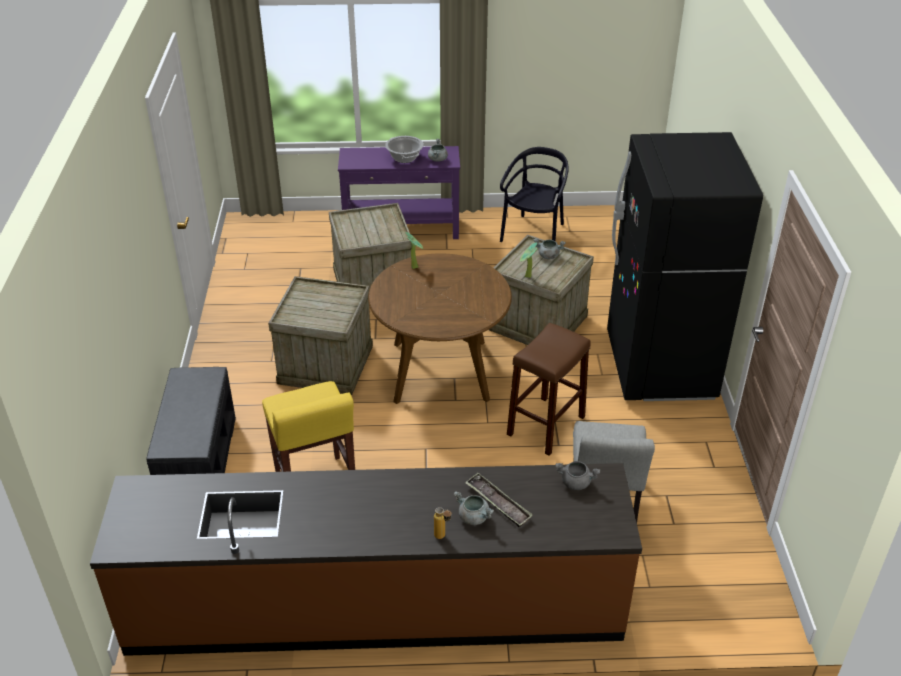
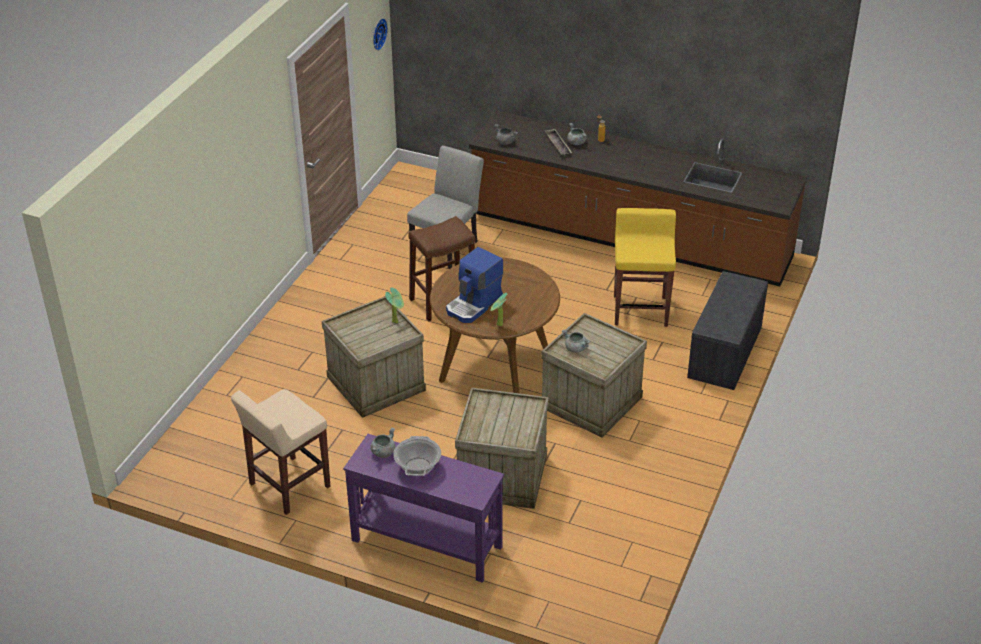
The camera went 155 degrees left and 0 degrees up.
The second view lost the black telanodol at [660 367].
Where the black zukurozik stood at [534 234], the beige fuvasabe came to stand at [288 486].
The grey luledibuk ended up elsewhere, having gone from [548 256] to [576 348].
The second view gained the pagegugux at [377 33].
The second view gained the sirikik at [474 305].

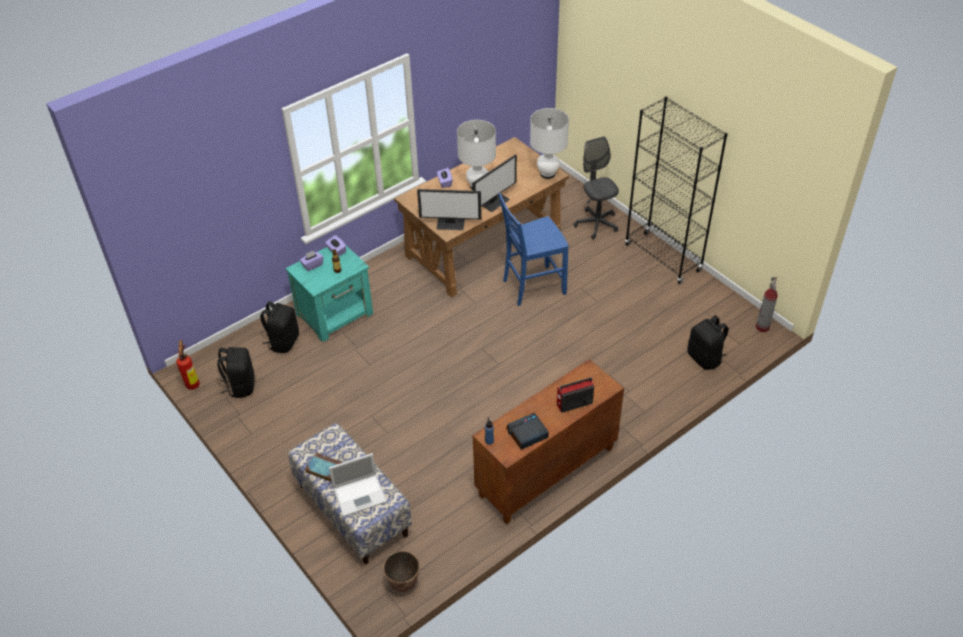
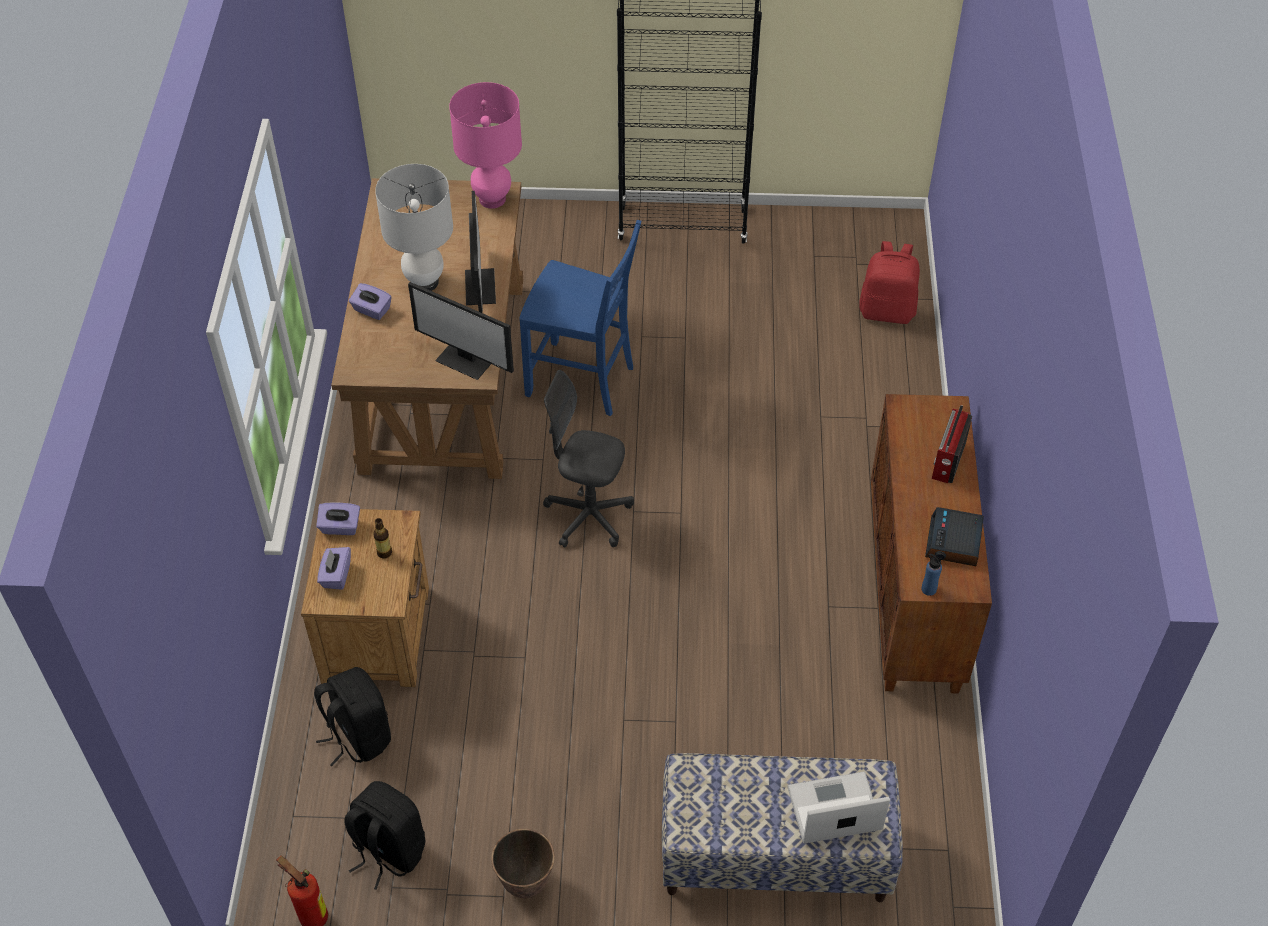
The camera went 50 degrees left and 5 degrees up.
What was the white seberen at [547 174] turned into the pink seberen at [492 199].
The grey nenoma ended up elsewhere, having gone from [596 224] to [588 516].
The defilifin at [451 223] ended up facing another way, 75 degrees clockwise from before.
The blue zukurozik at [532 286] ended up facing another way, 90 degrees counterclockwise from before.
What was the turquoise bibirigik at [336 314] turned into the brown bibirigik at [378 633].
The second view lost the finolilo at [762 327].
What was the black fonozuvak at [705 358] turned into the red fonozuvak at [887 311].
The second view lost the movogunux at [323 468].
The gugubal at [360 494] ended up facing another way, 120 degrees counterclockwise from before.
The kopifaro ended up elsewhere, having gone from [403 583] to [525 882].

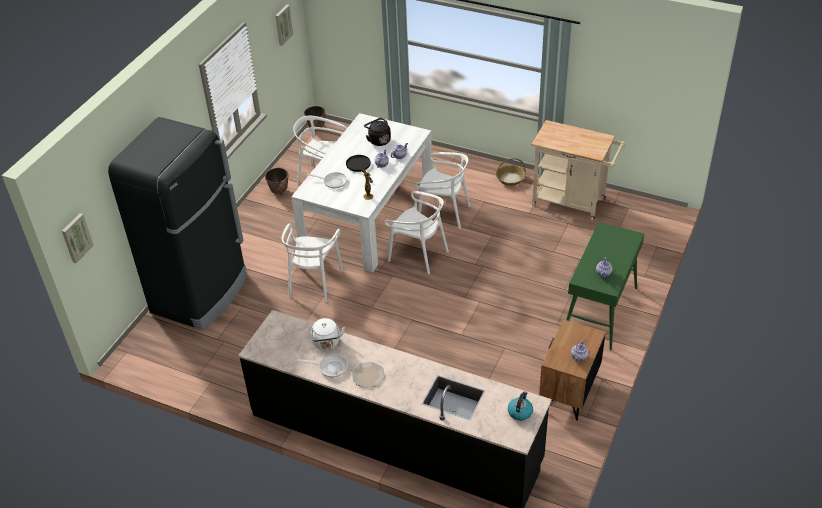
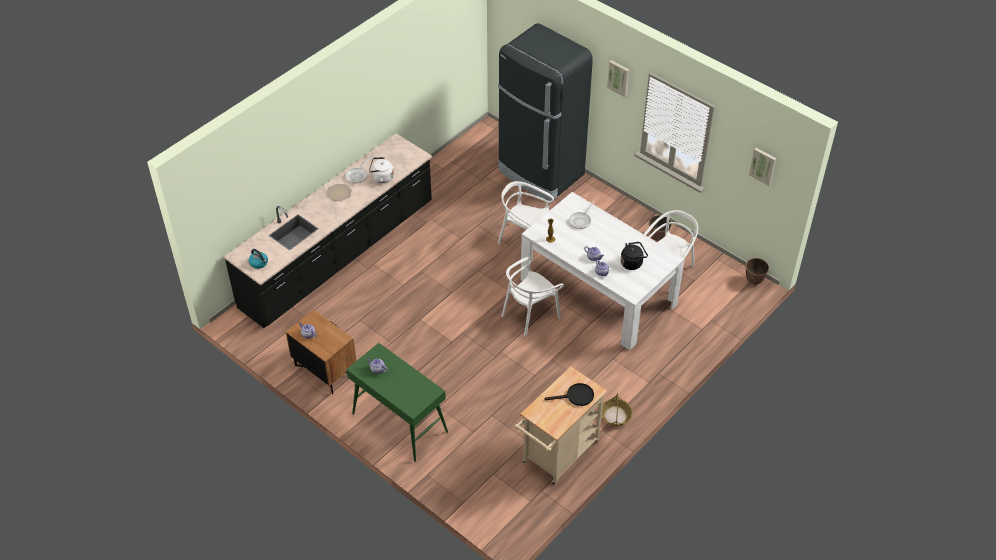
The camera went 105 degrees right and 5 degrees up.
The second view lost the white zukurozik at [443 213].
The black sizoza ended up elsewhere, having gone from [360 167] to [576 396].
The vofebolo ended up elsewhere, having gone from [76 237] to [619 78].

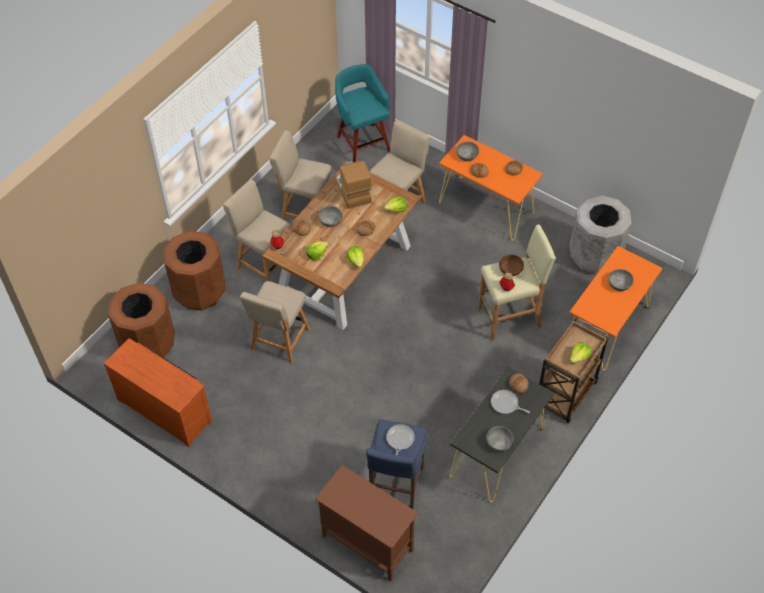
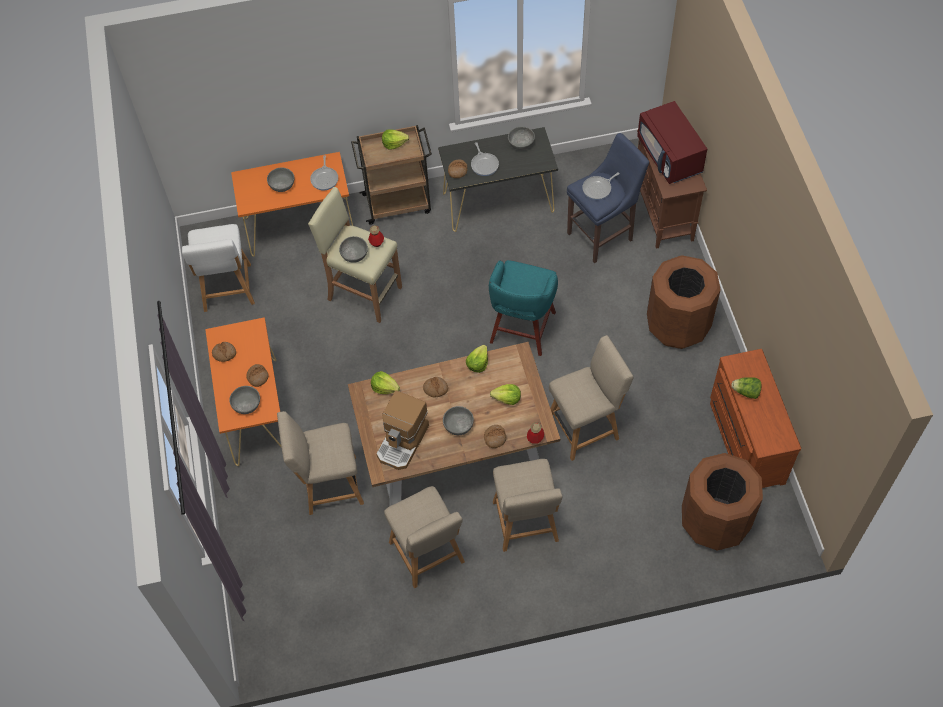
The camera went 135 degrees left and 5 degrees up.
The turquoise fuvasabe ended up elsewhere, having gone from [363 143] to [521 329].
Where the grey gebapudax stood at [594 256], the white zukurozik came to stand at [227 290].
The brown gebapudax ended up elsewhere, having gone from [199 292] to [678 325].
What was the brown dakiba at [510 269] turned into the grey dakiba at [354 254].
The second view gained the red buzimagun at [670 156].
The second view gained the sizoza at [325 178].
The second view gained the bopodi at [746 392].

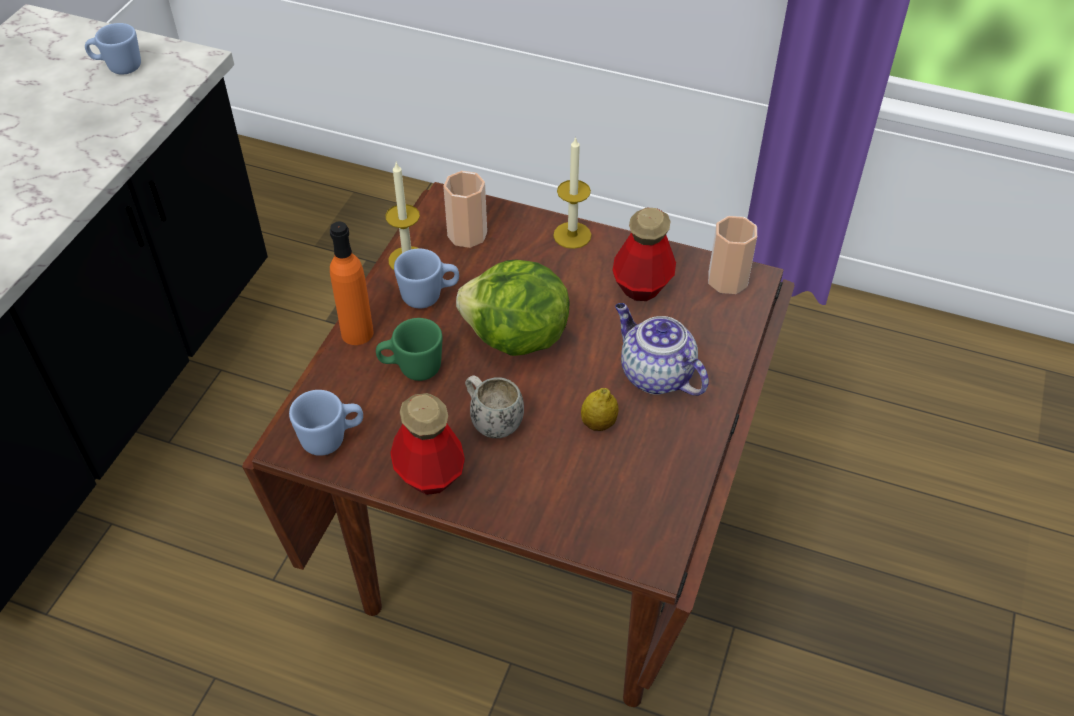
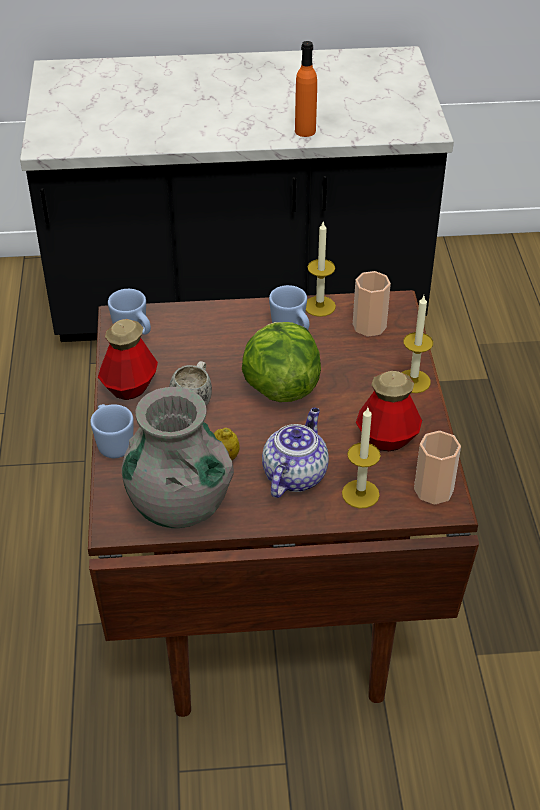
The camera went 65 degrees right and 5 degrees down.
The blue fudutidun ended up elsewhere, having gone from [118 67] to [113 443].
The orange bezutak ended up elsewhere, having gone from [357 333] to [305 131].
The second view lost the green fudutidun at [412 368].
The second view gained the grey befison at [179 505].
The second view gained the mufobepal at [360 494].

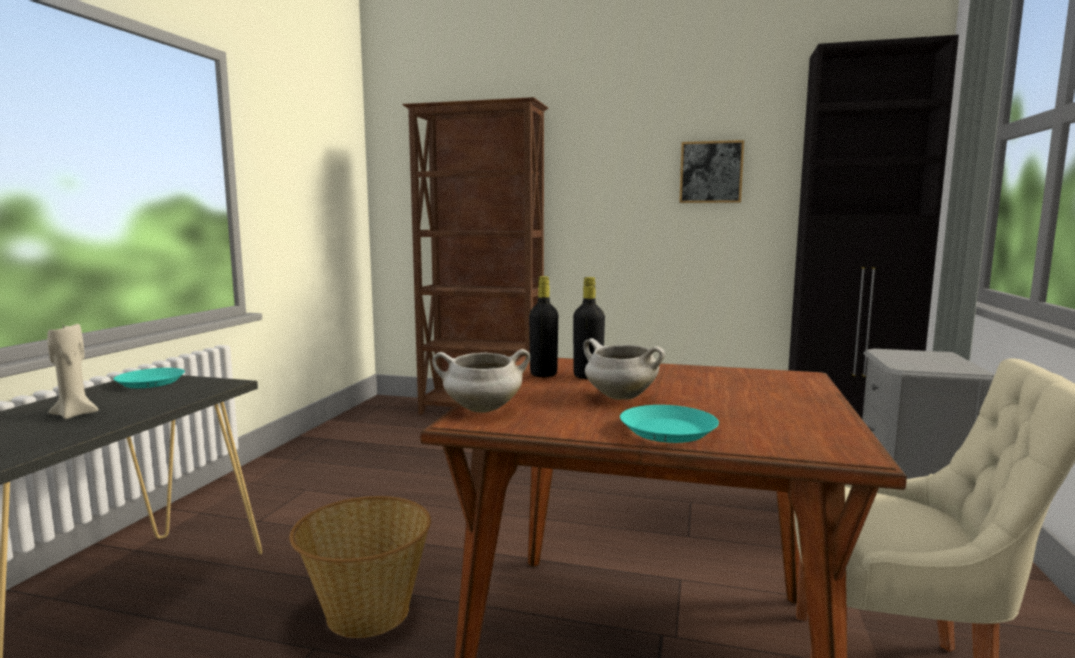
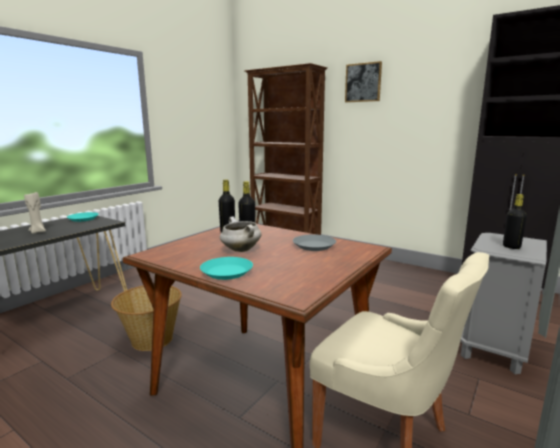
The camera went 20 degrees right and 5 degrees up.
The vofebolo ended up elsewhere, having gone from [711 172] to [363 82].
The second view lost the white luledibuk at [481 409].
The second view gained the black bezutak at [511 247].
The second view gained the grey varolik at [314 246].

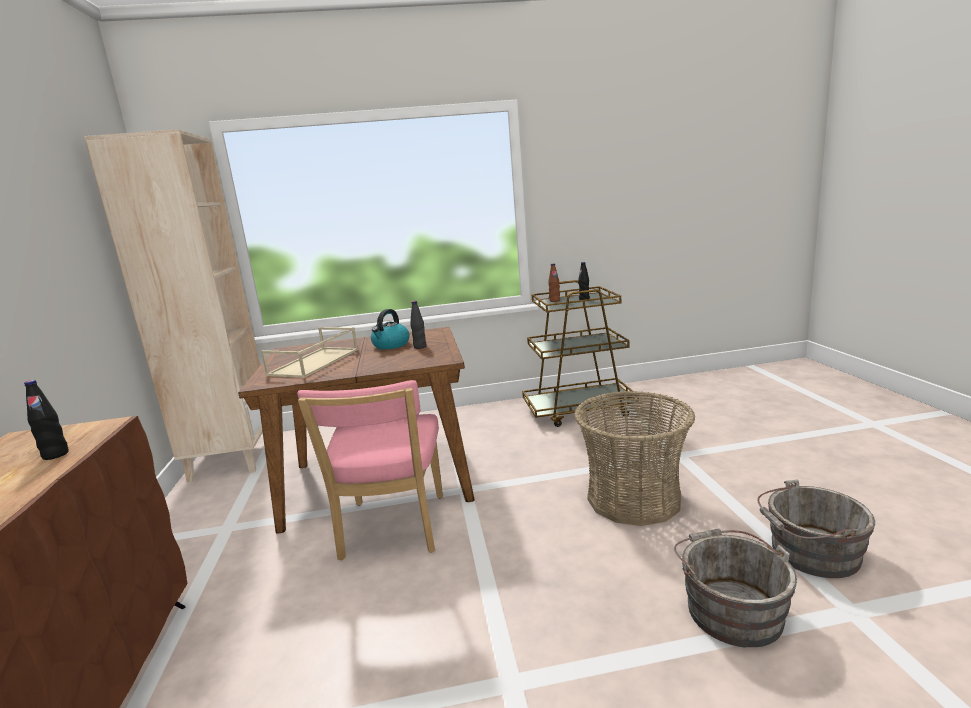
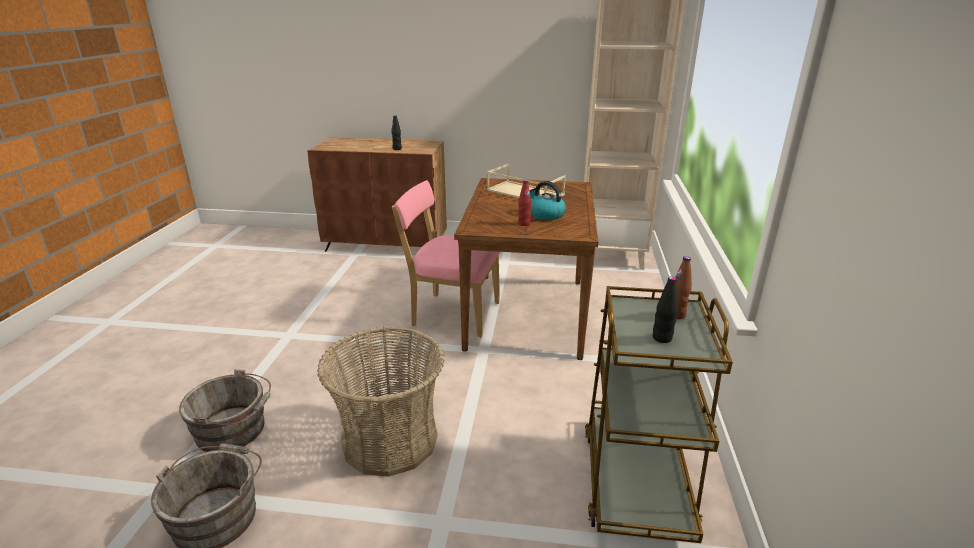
The camera went 105 degrees right and 10 degrees up.
What was the black bezutak at [420 347] turned into the red bezutak at [524 224].

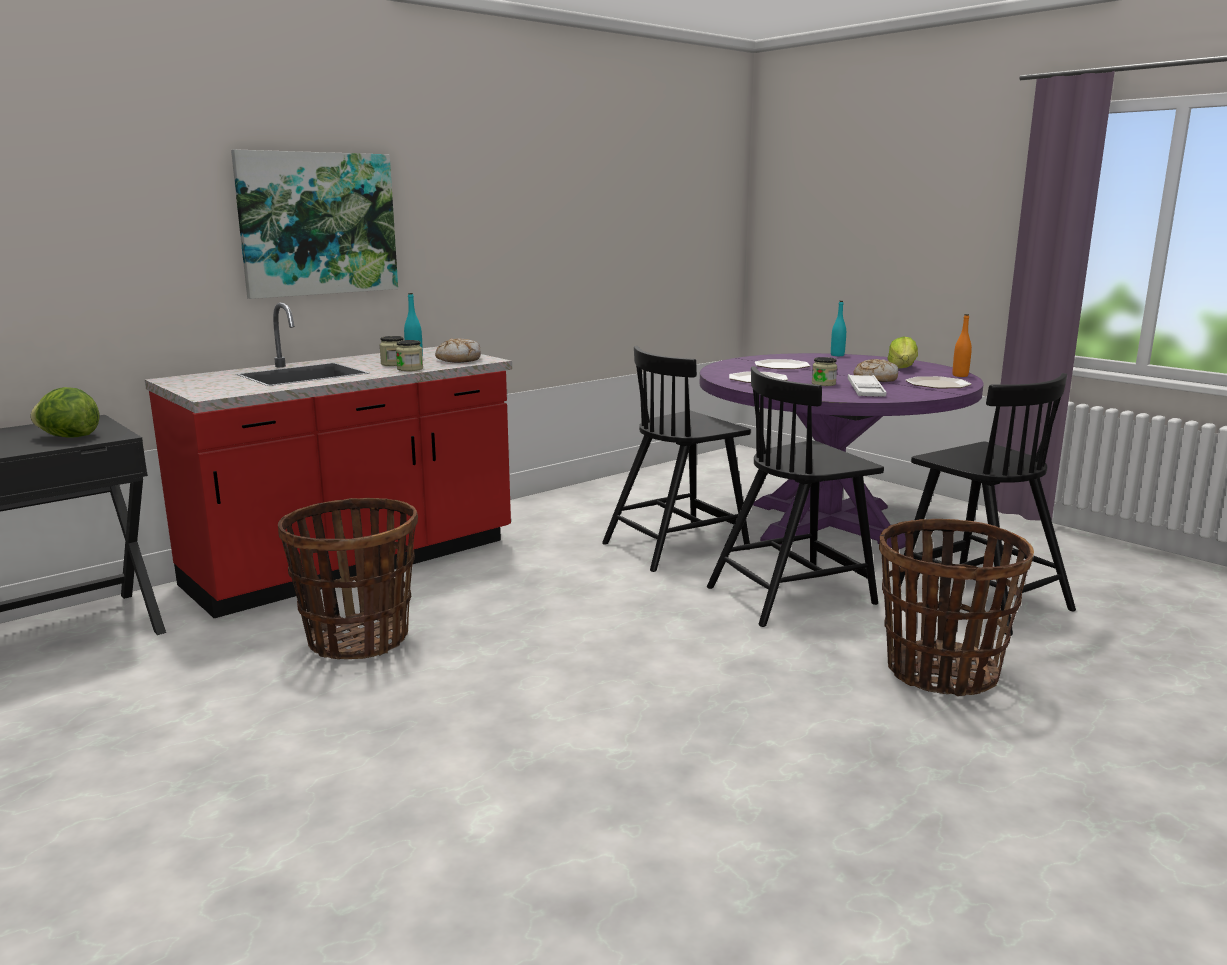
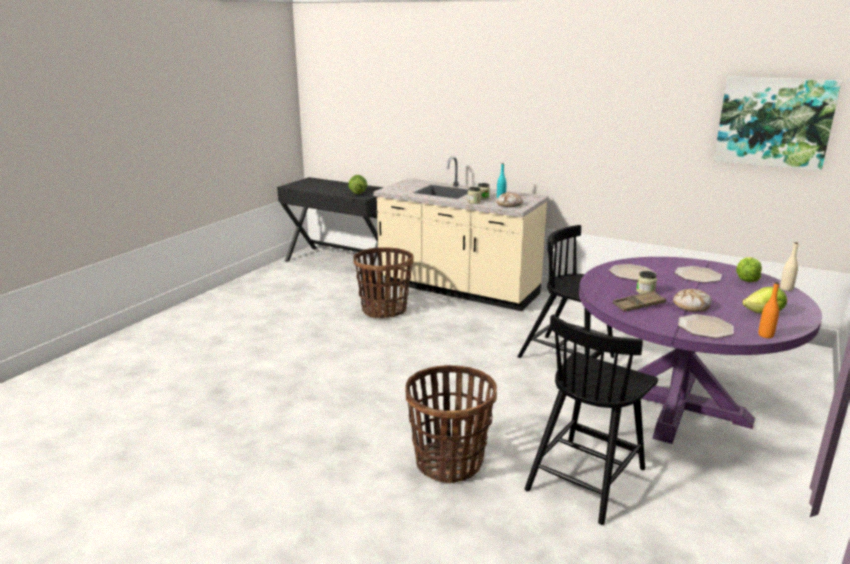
The camera went 70 degrees right and 5 degrees up.
The vofebolo ended up elsewhere, having gone from [318 224] to [774 122].
What was the turquoise bezutak at [837 355] turned into the beige bezutak at [786 288].
What was the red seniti at [354 564] turned into the beige seniti at [457 289].
The second view lost the black zukurozik at [793 594].
What was the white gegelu at [866 391] turned into the brown gegelu at [638 305].
The second view gained the bopodi at [746 280].

